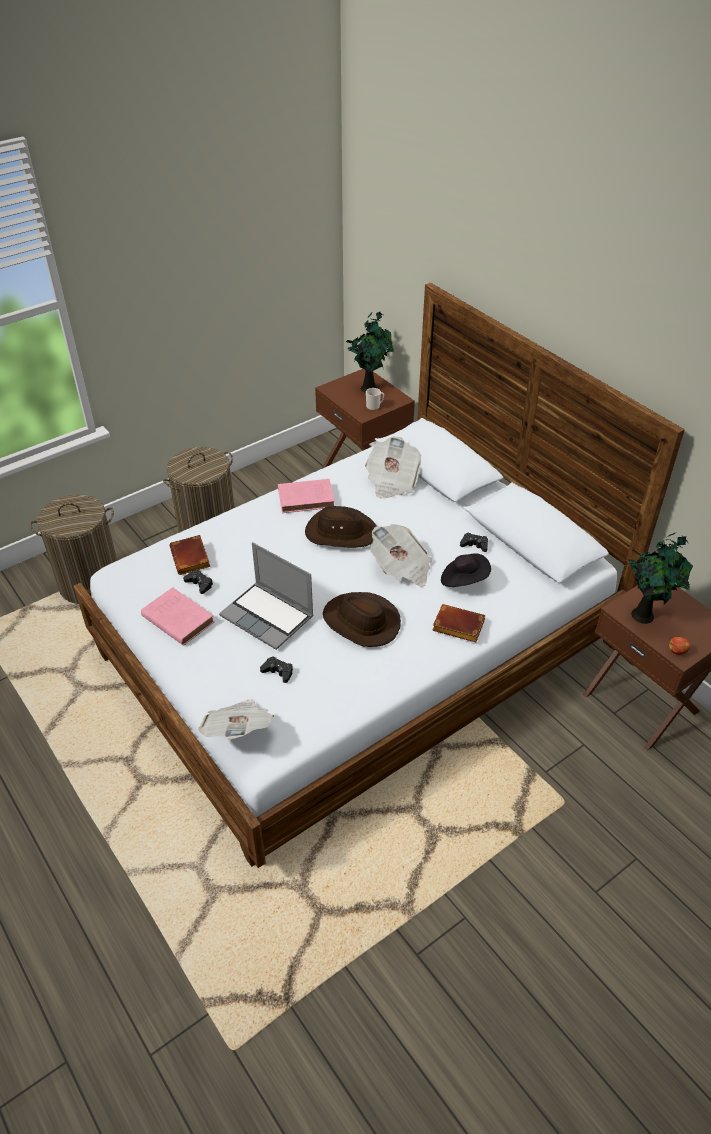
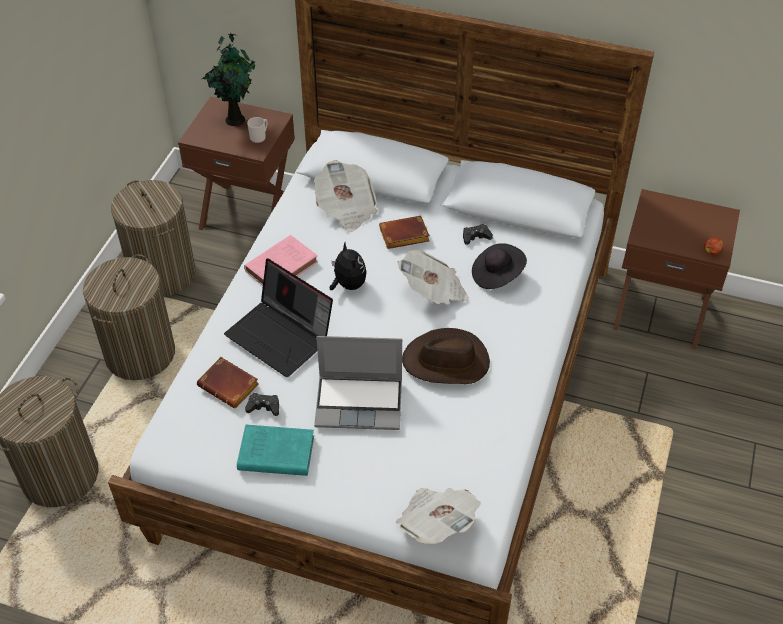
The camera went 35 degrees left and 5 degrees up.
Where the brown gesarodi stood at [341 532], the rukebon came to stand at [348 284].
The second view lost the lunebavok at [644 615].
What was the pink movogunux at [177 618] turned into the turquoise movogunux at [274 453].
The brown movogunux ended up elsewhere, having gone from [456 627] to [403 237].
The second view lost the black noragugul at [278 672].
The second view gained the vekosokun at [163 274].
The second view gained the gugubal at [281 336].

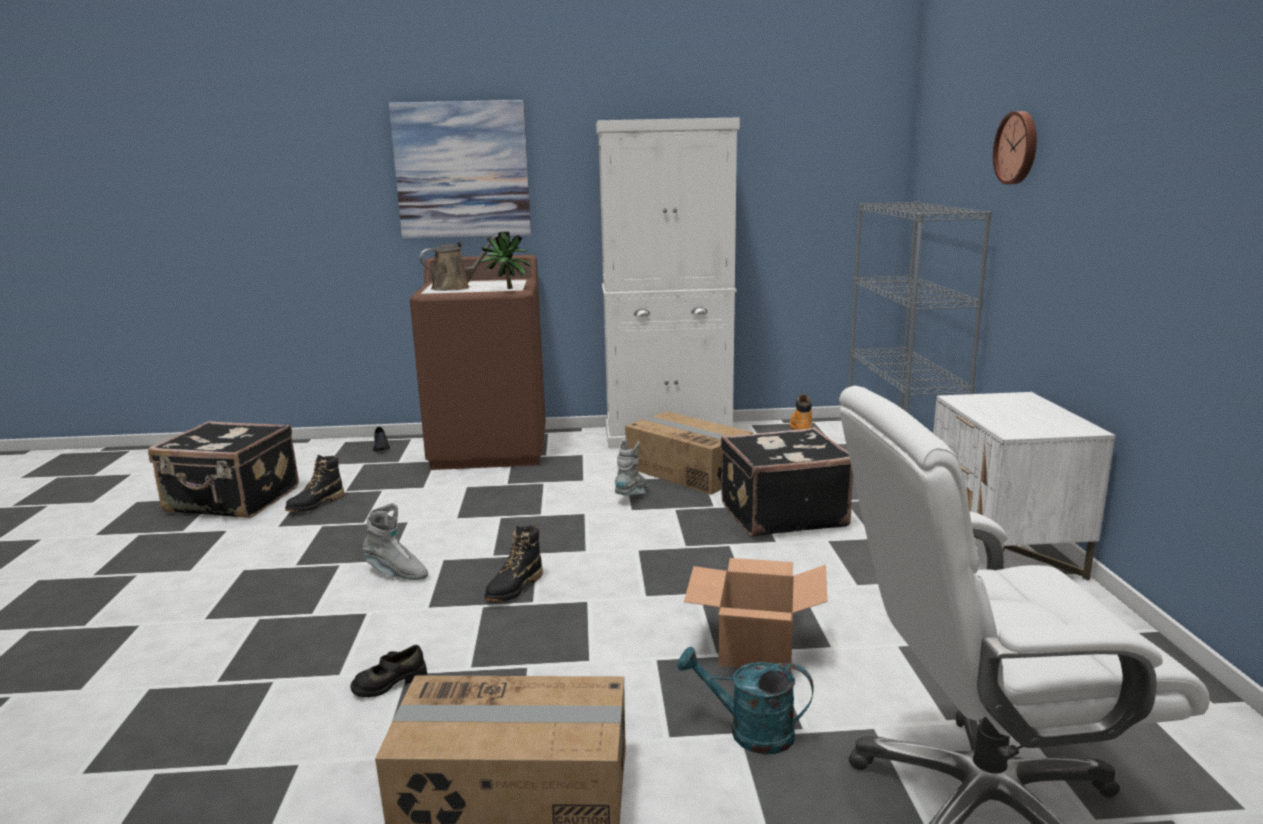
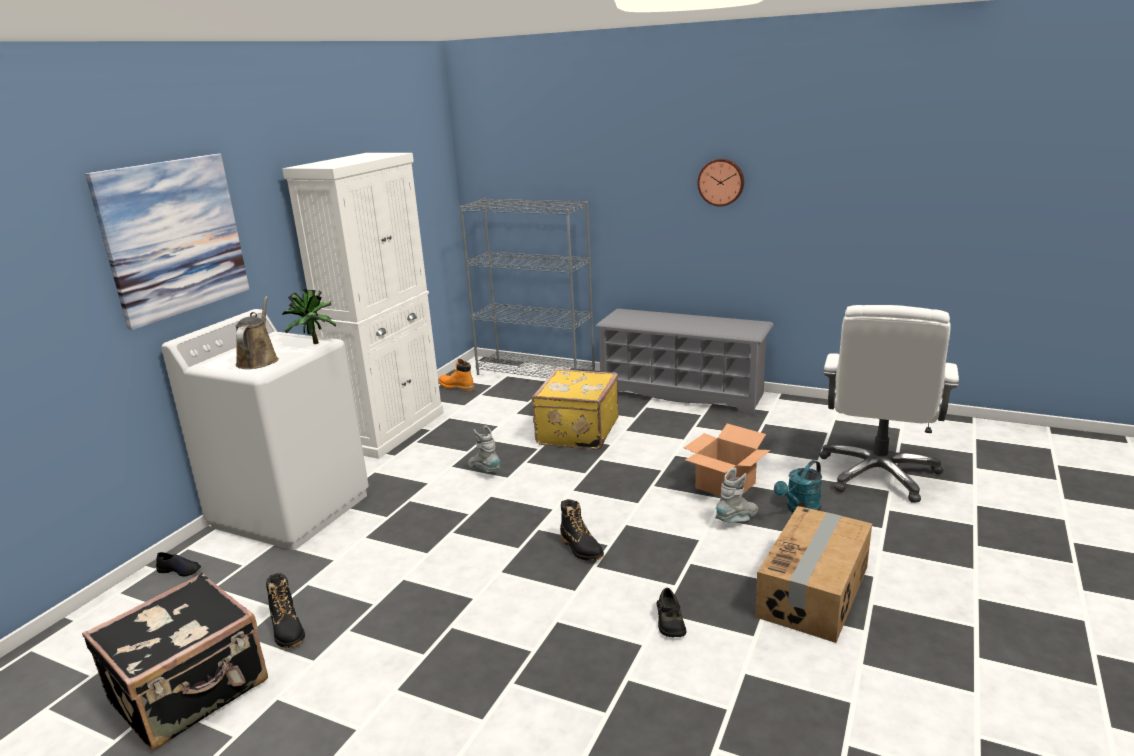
The camera went 60 degrees left and 5 degrees up.
The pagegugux ended up elsewhere, having gone from [1018 148] to [721 182].
What was the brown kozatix at [490 449] turned into the white kozatix at [292 510].
Where the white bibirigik stood at [1003 550], the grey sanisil came to stand at [683 393].
The second view lost the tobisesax at [688 471].
What was the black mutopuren at [781 514] turned into the yellow mutopuren at [576 432].
The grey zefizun ended up elsewhere, having gone from [396 573] to [738 520].

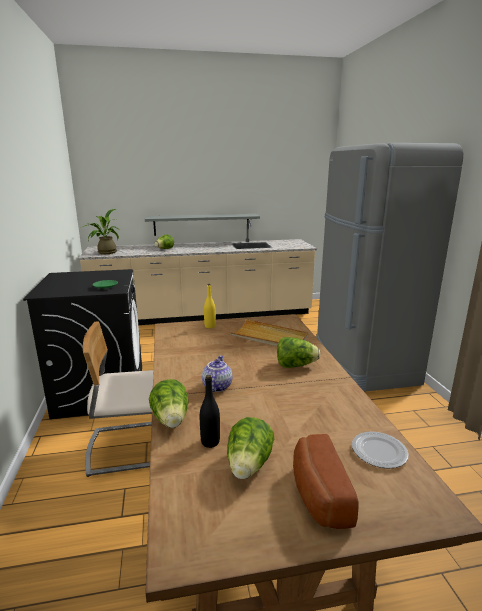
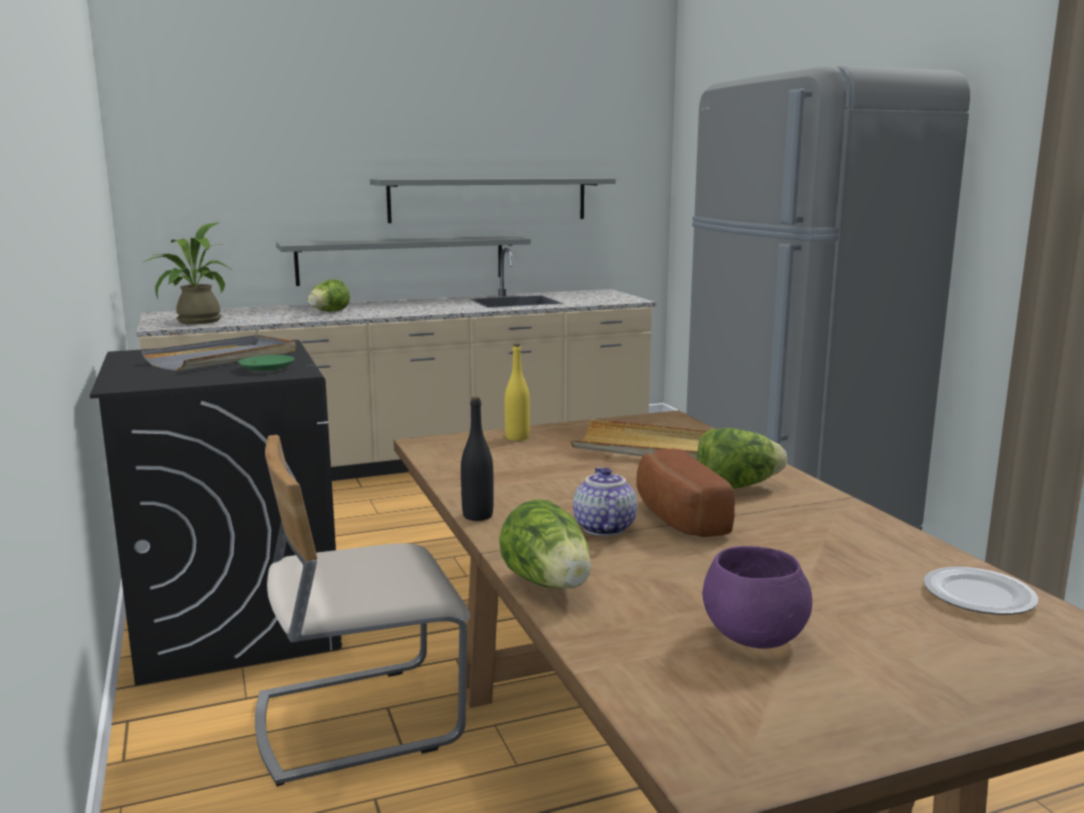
The camera went 10 degrees left and 5 degrees down.
The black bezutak ended up elsewhere, having gone from [210 442] to [477 516].
Where the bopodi stood at [249 466], the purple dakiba came to stand at [755 636].
The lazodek ended up elsewhere, having gone from [317 494] to [675 518].
The second view gained the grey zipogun at [488 199].
The second view gained the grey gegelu at [223 358].

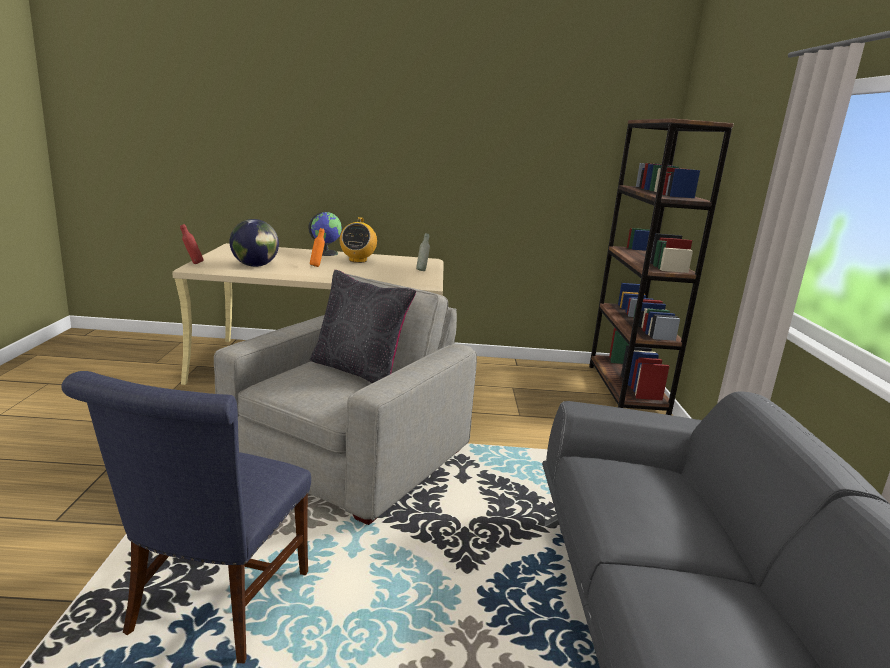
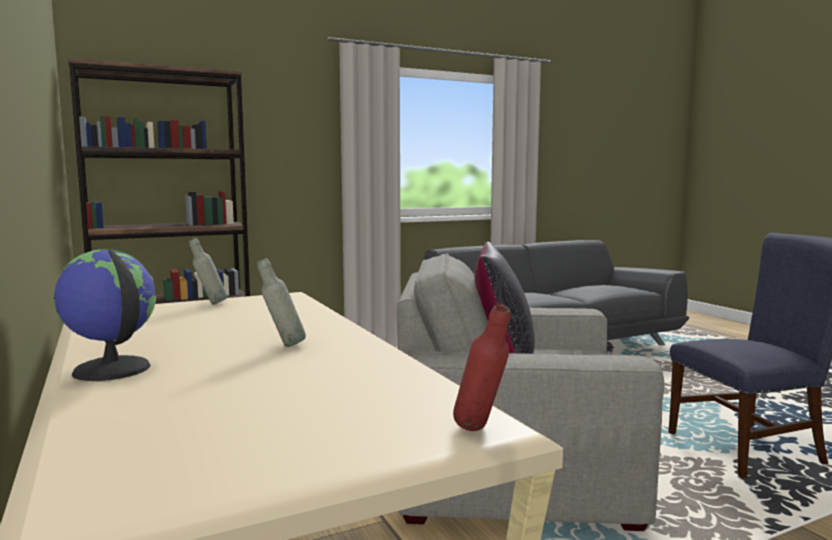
The camera went 115 degrees left and 10 degrees down.
The second view lost the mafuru at [357 260].
The second view lost the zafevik at [255 266].
What was the orange bezutak at [317 266] turned into the grey bezutak at [283 346].

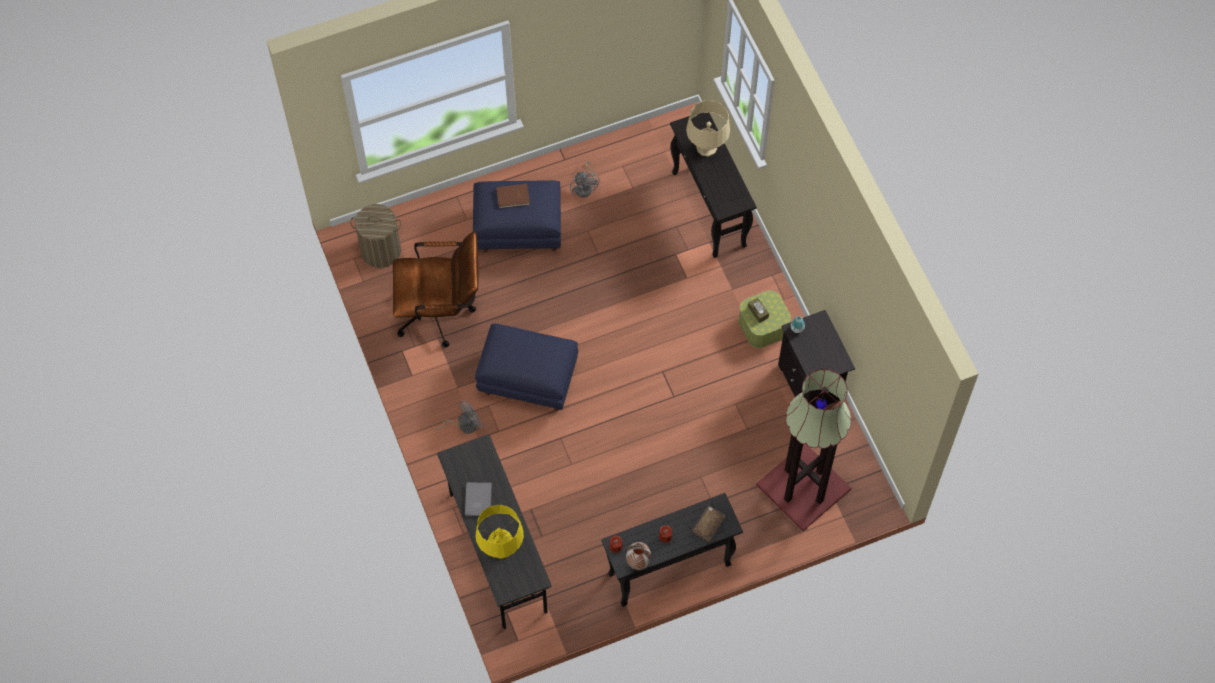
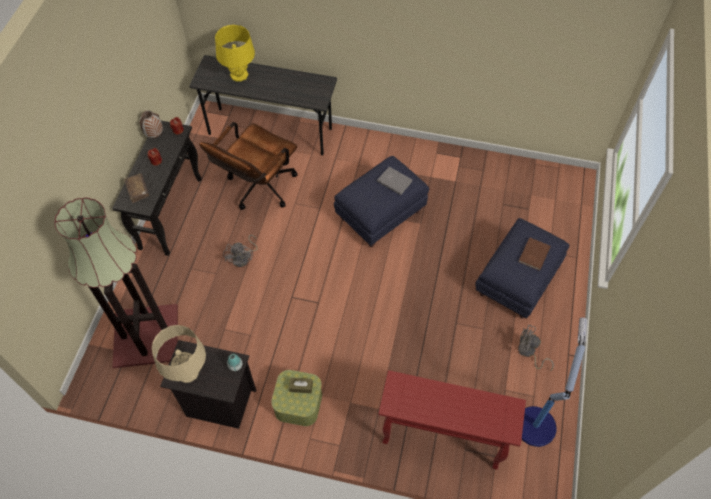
The camera went 125 degrees right and 5 degrees down.
The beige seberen ended up elsewhere, having gone from [706 147] to [187 372].
What was the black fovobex at [709 210] turned into the red fovobex at [441 438].
The second view lost the vekosokun at [381 251].
The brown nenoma ended up elsewhere, having gone from [441 313] to [258 189].
The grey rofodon ended up elsewhere, having gone from [464 425] to [243 258].
The grey movogunux ended up elsewhere, having gone from [477 500] to [394 180].
The second view gained the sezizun at [535 424].

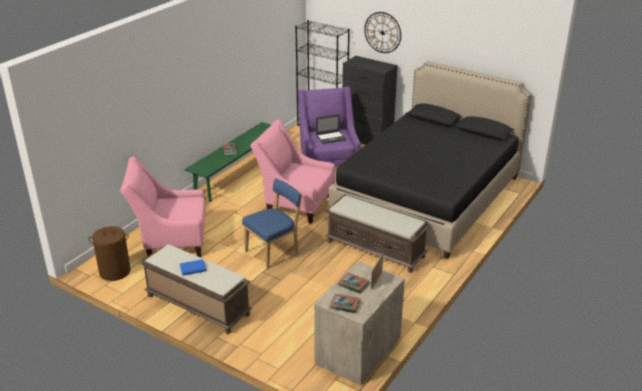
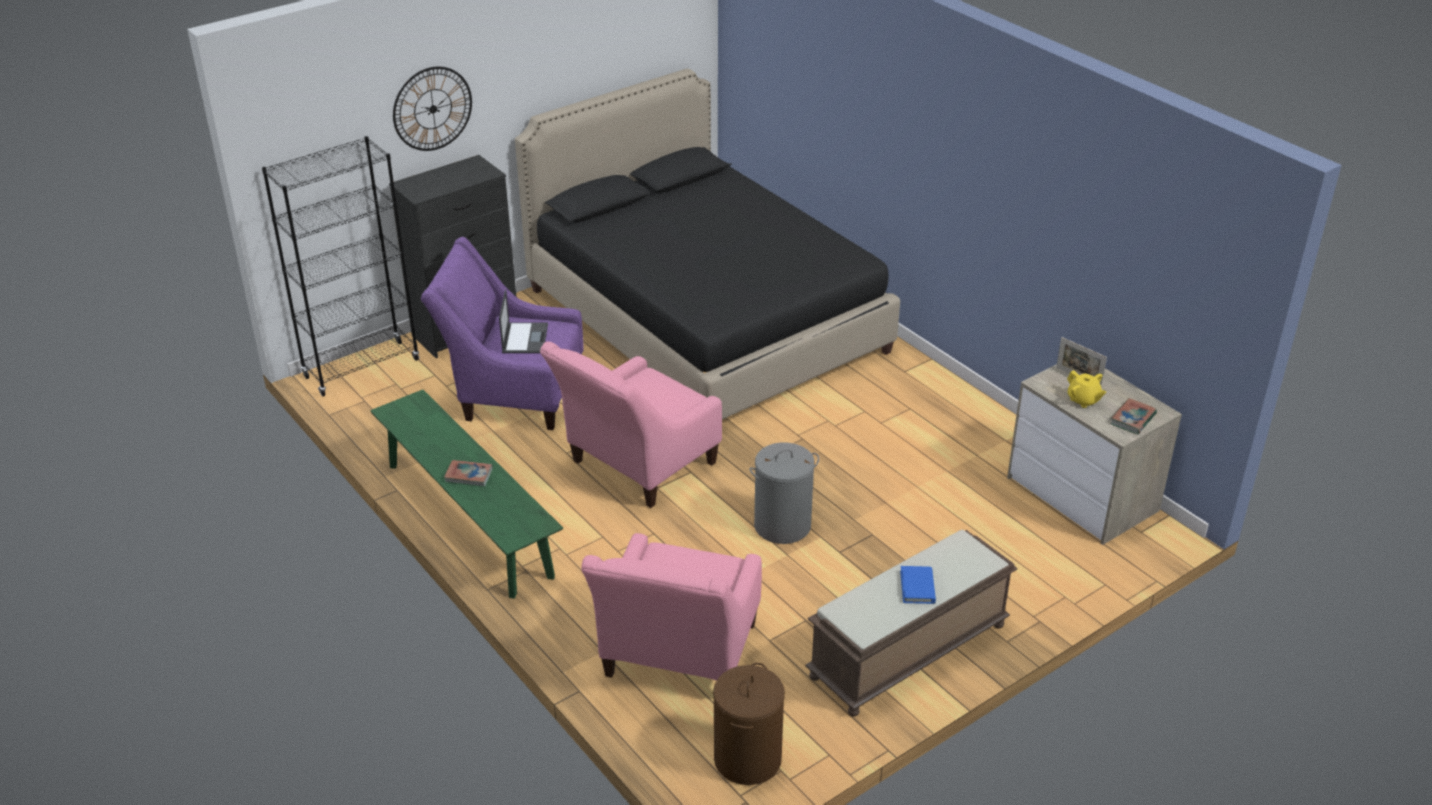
The camera went 70 degrees left and 5 degrees up.
Where the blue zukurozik stood at [274 251], the grey vekosokun came to stand at [782 525].
The second view lost the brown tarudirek at [376 249].
Where the movogunux stood at [353 284], the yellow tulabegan came to stand at [1083 400].

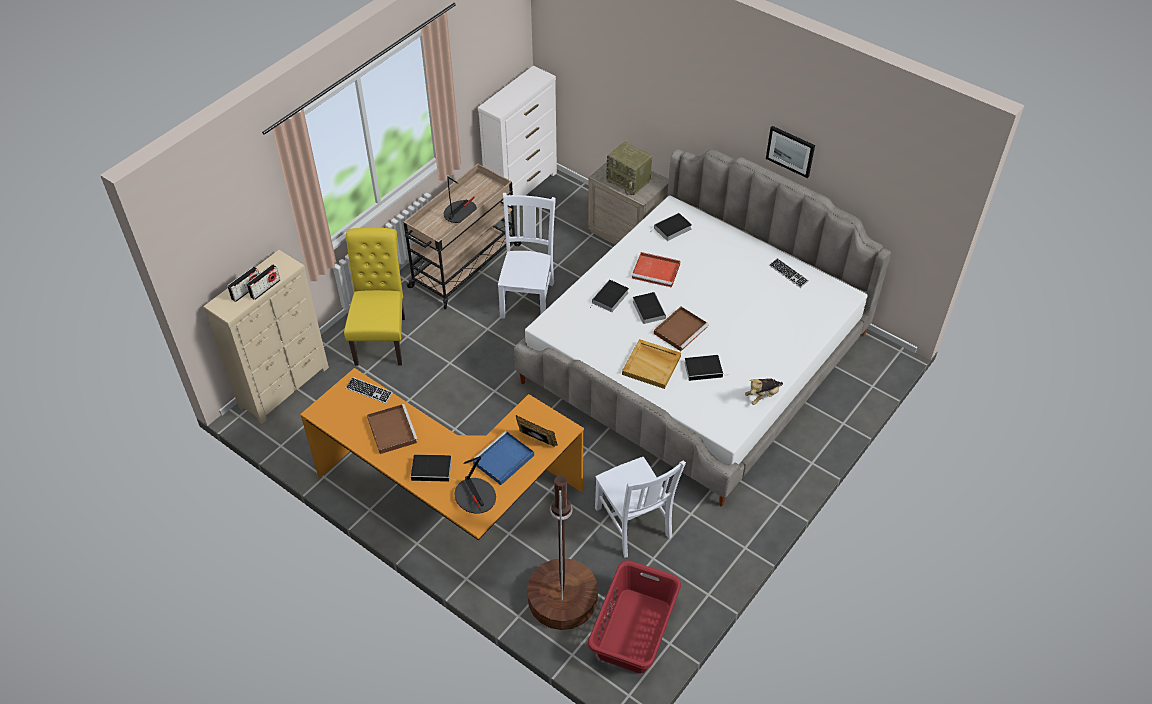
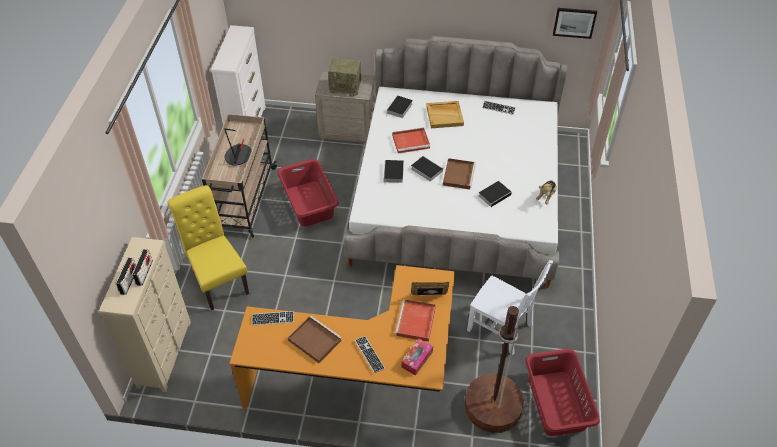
The camera went 30 degrees left and 0 degrees up.
The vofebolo ended up elsewhere, having gone from [790 151] to [574 22].
Where the white zukurozik stood at [528 298], the red vekosokun came to stand at [309 203].
The beige gegelu ended up elsewhere, having gone from [652 365] to [445 115].
What was the blue gegelu at [503 460] turned into the red gegelu at [416 322].
Where the movogunux stood at [433 469], the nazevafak came to stand at [369 355].
Where the seberen stood at [475 497], the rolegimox came to stand at [417 359].

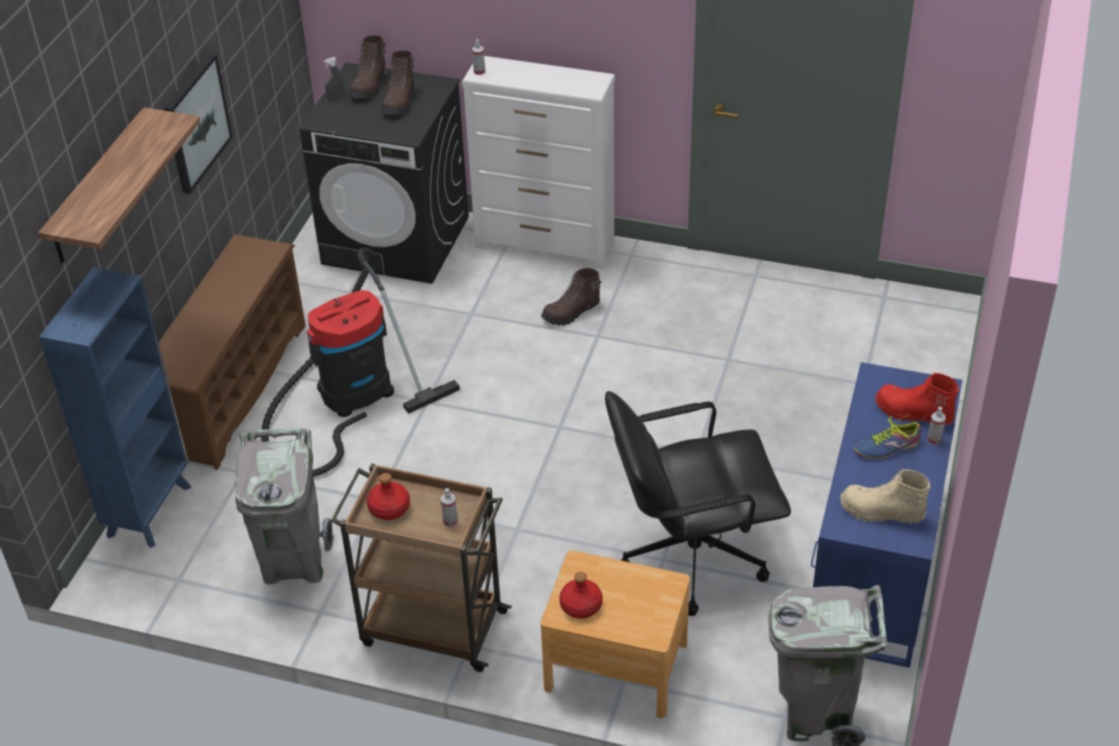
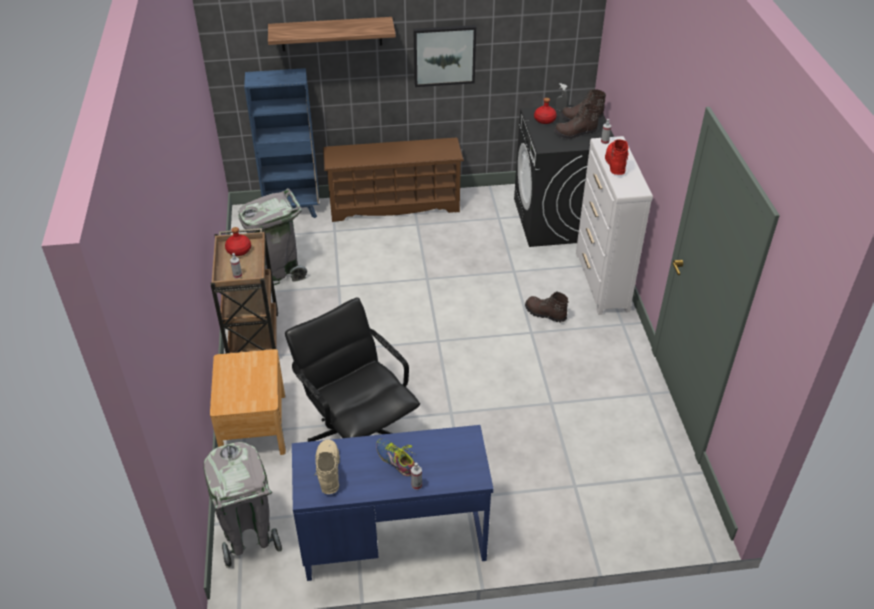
The camera went 65 degrees right and 0 degrees up.
The second view lost the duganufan at [349 396].
The red zefizun ended up elsewhere, having gone from [913 413] to [615 164].
The red bezutak ended up elsewhere, having gone from [580 605] to [545 120].

